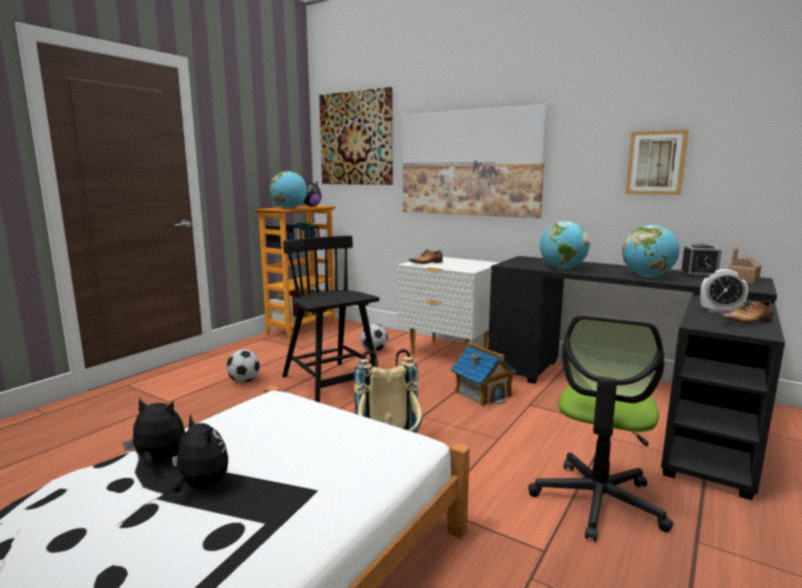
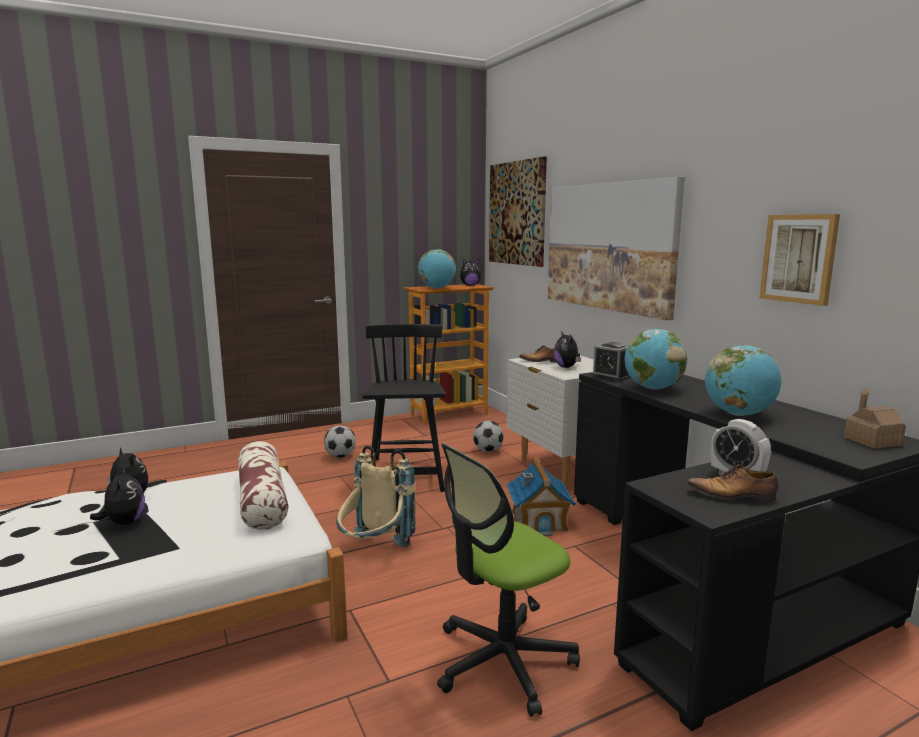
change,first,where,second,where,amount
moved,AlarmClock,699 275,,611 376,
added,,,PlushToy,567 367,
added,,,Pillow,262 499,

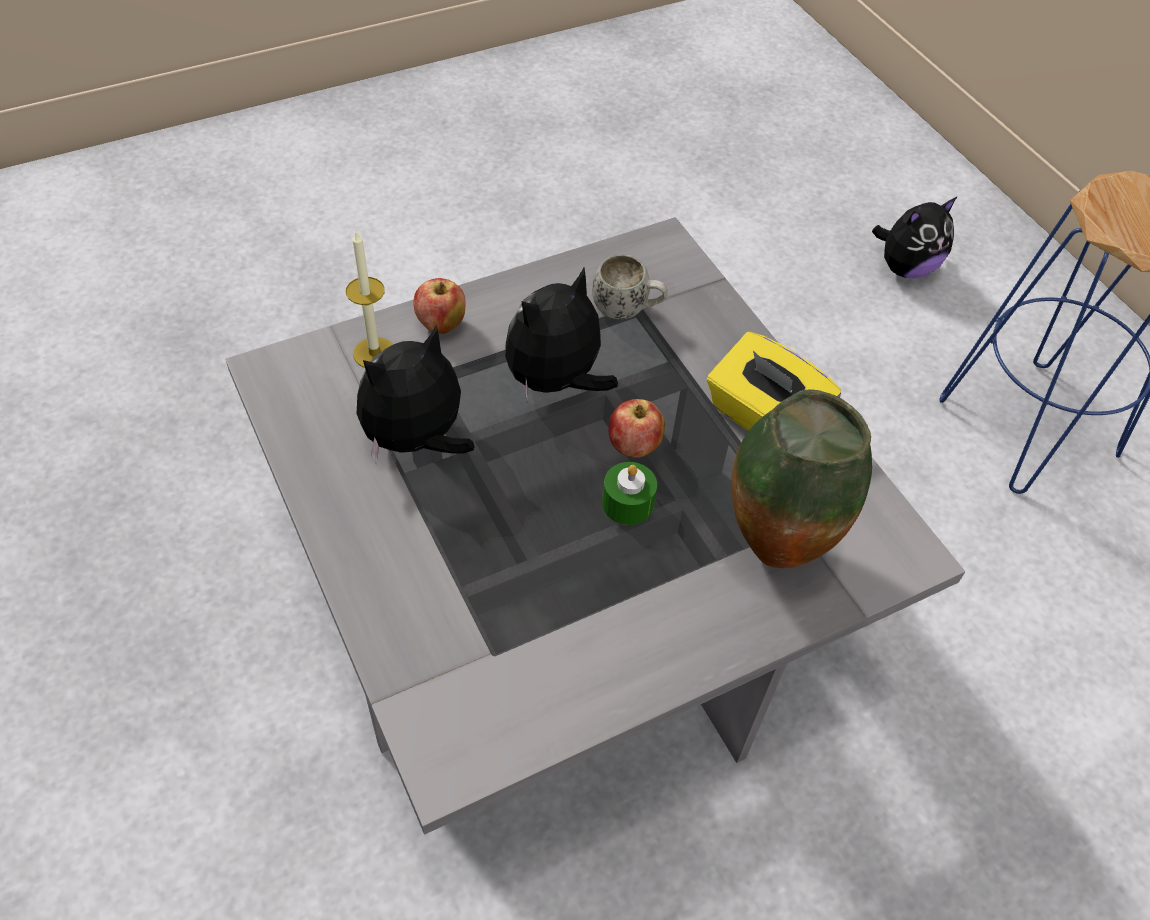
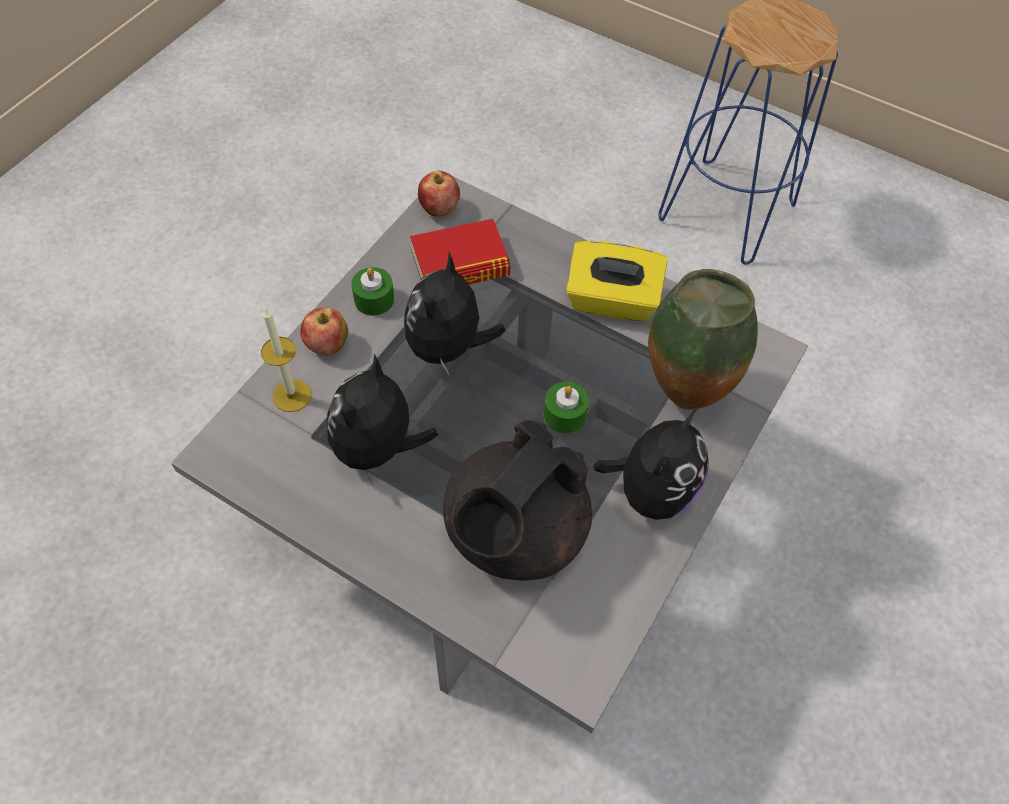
change,first,where,second,where,amount
moved,PlushToy,905 268,,651 490,
replaced,WhiteMug,627 310,Book,460 264,
moved,Apple,633 447,,439 209,
added,,,GreenCandle,374 299,
added,,,BlackTeapot,514 532,

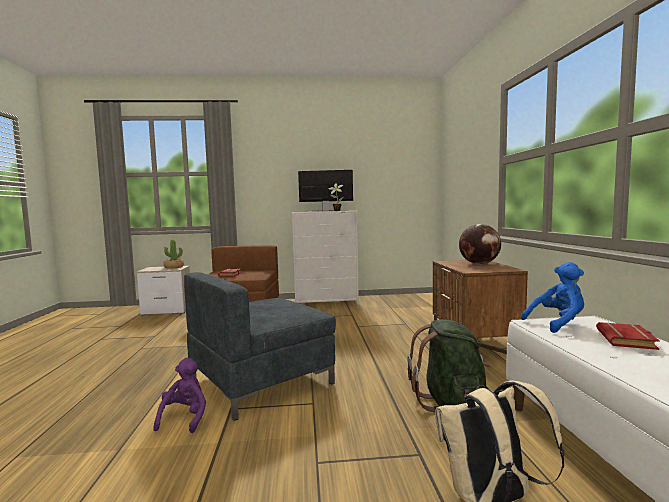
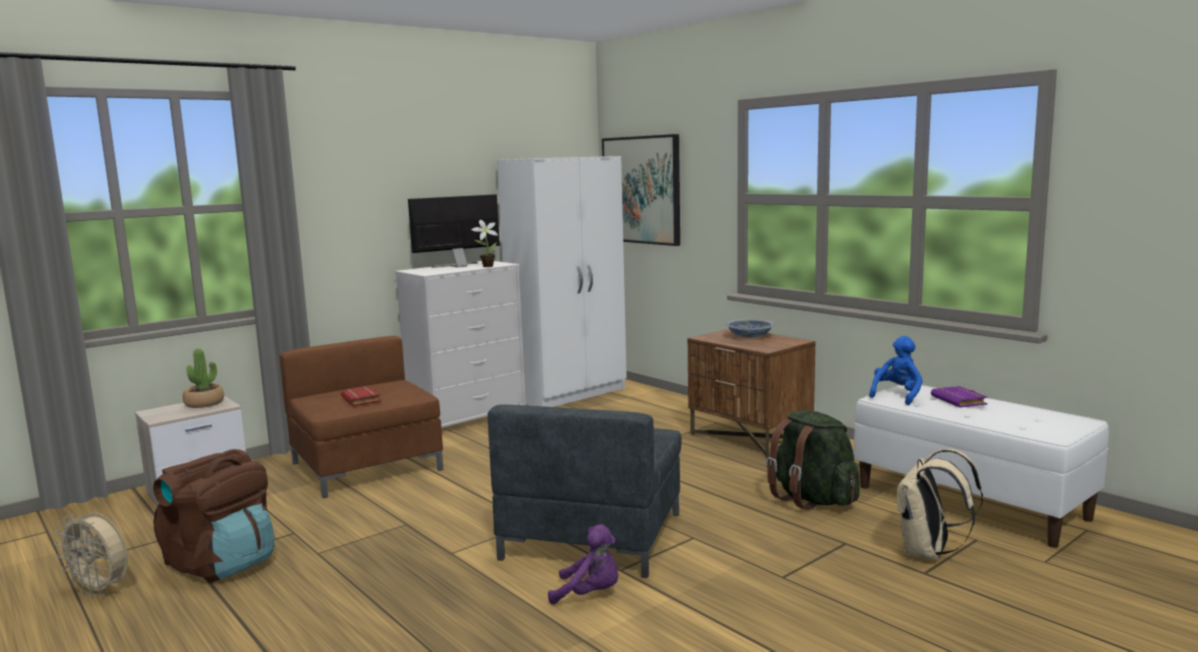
change,first,where,second,where,amount
replaced,Globe,479 264,Bowl,749 336,
recoloured,RedBook,628 340,PurpleBook,960 401,
turned,PurplePlushToy,185 418,,590 594,135 degrees clockwise
added,,,Picture,641 190,
added,,,WhiteWardrobe,570 393,
added,,,BrownBackpack,222 564,
added,,,BeigeFan,101 590,

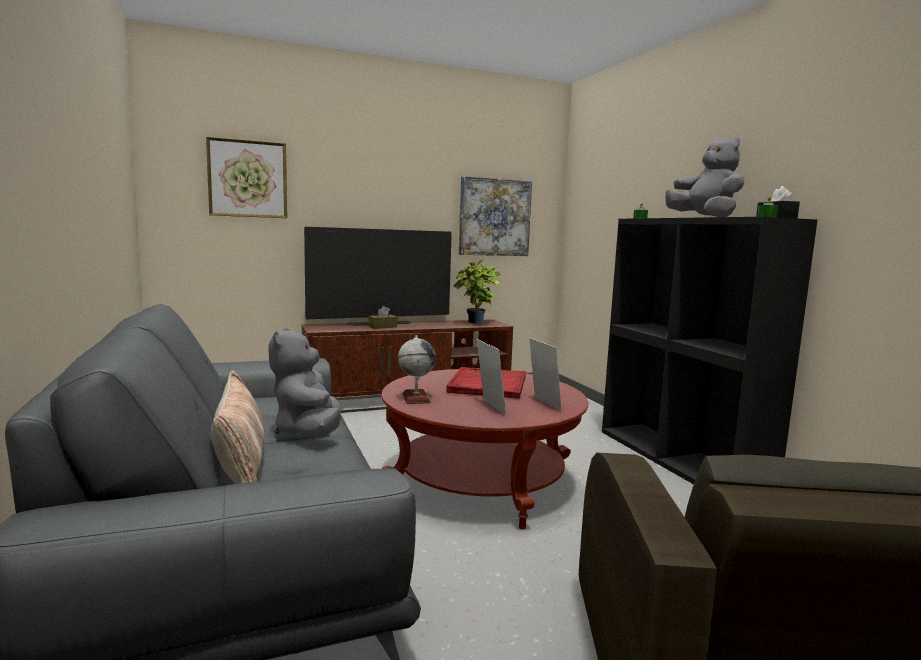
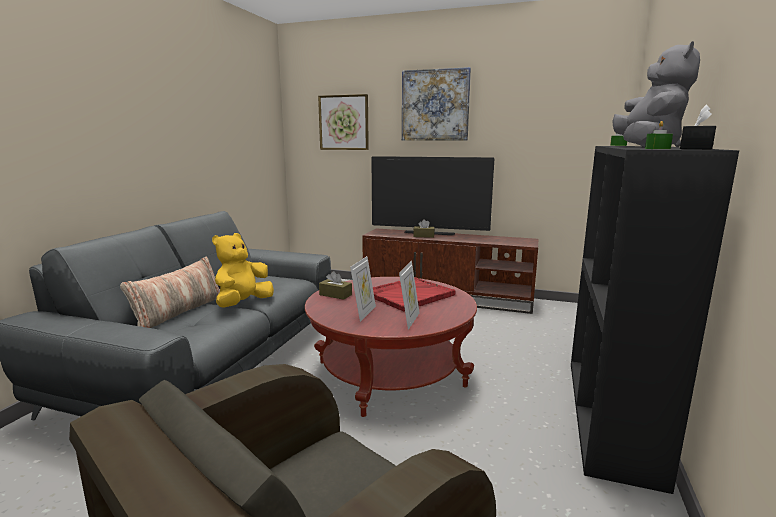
change,first,where,second,where,amount
moved,Picture,494 217,,435 105,
removed,PottedPlant,476 323,,,
recoloured,GreyPlushToy,309 432,YellowPlushToy,243 304,
replaced,Globe,416 398,BrownTissueBox,335 295,

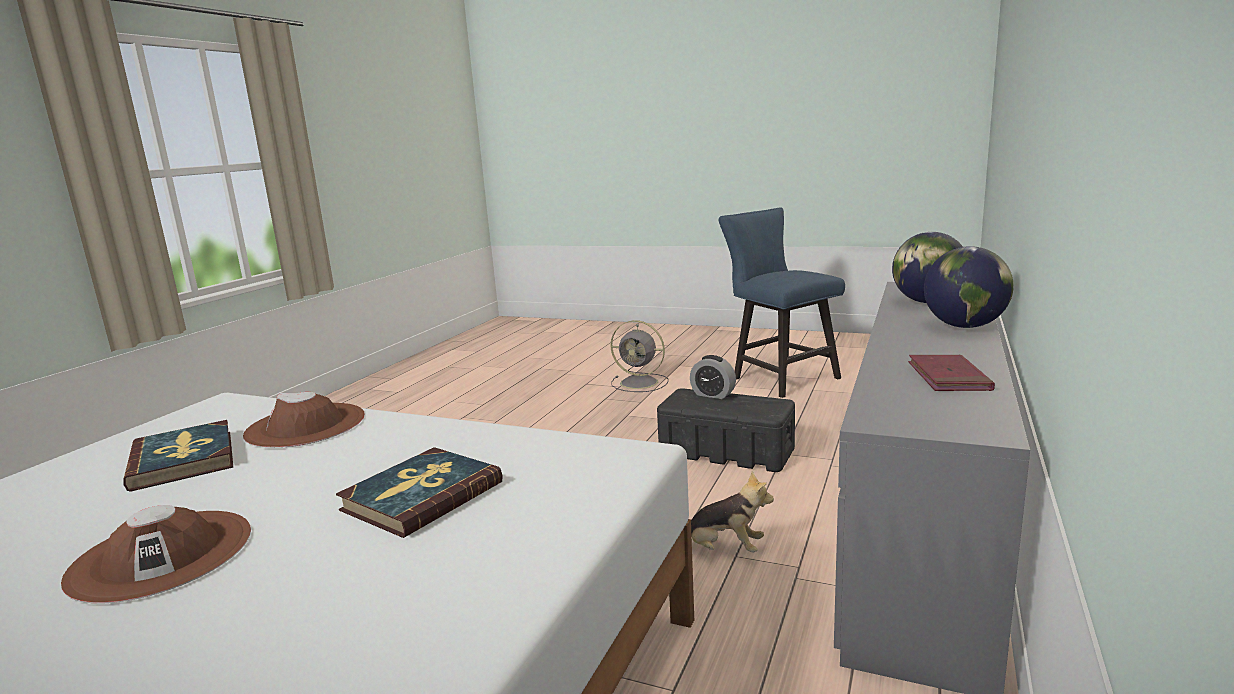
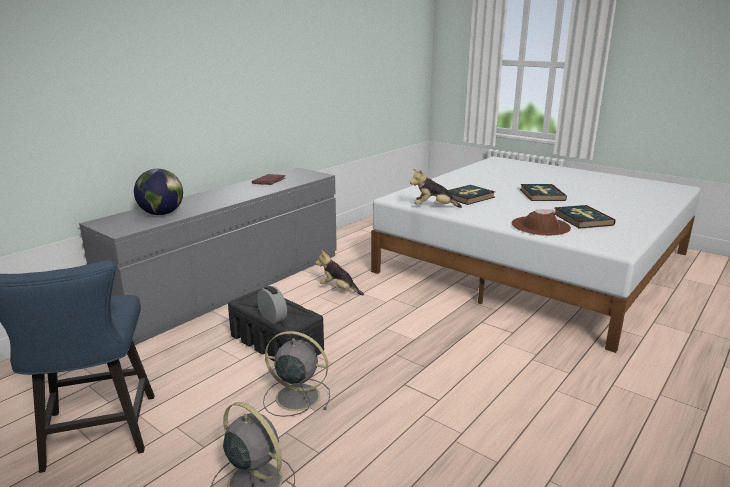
change,first,where,second,where,amount
removed,Globe,964 326,,,
replaced,BrownHat,162 555,Book,541 195,
added,,,PlushToy,433 207,
added,,,GreyFan,295 396,

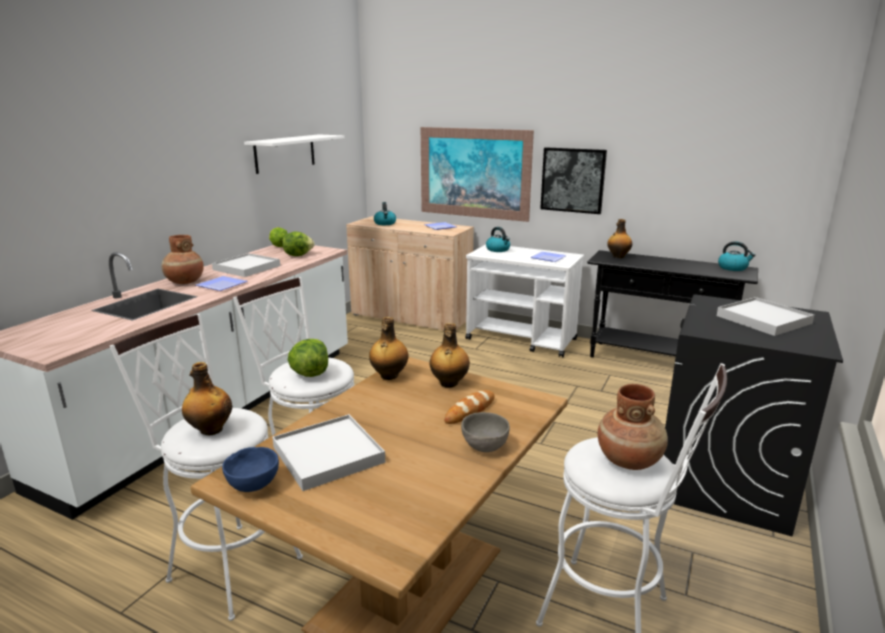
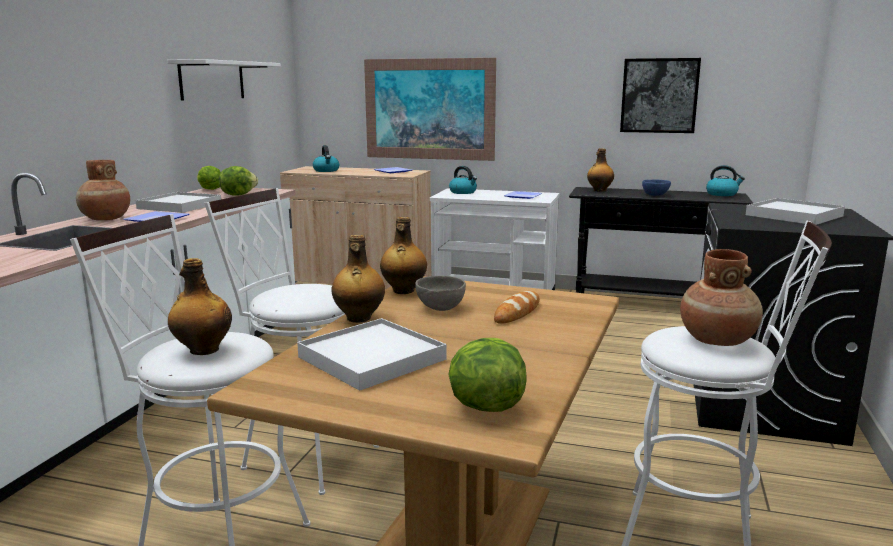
change,first,where,second,where,amount
moved,Picture,573 180,,659 95,
moved,Bottle,448 383,,358 319,
moved,Lettuce,310 374,,484 406,
moved,GreyBowl,484 447,,440 308,
moved,BlueBowl,254 485,,655 195,

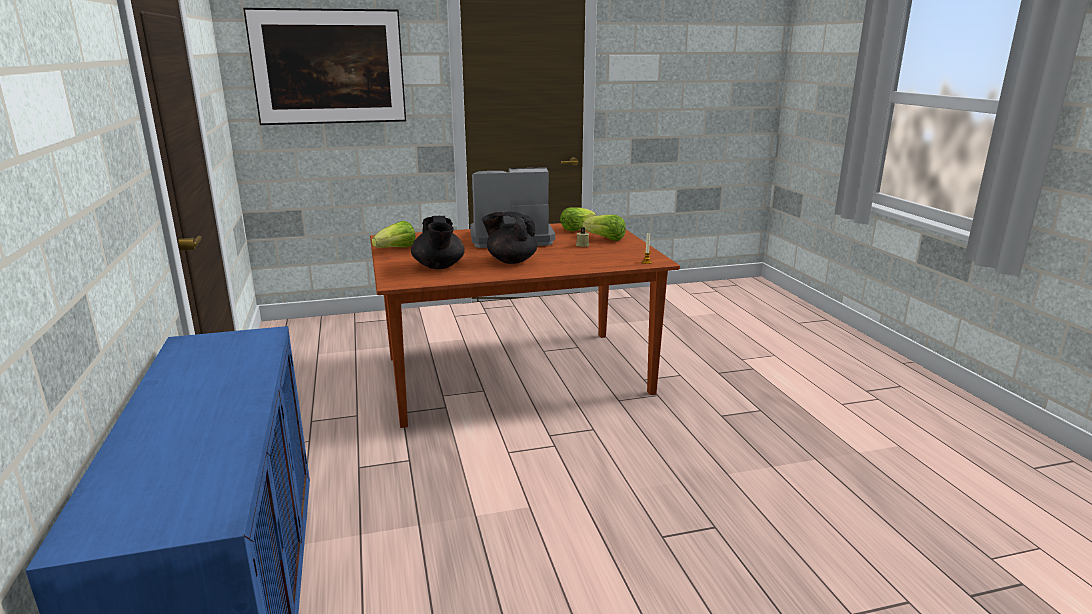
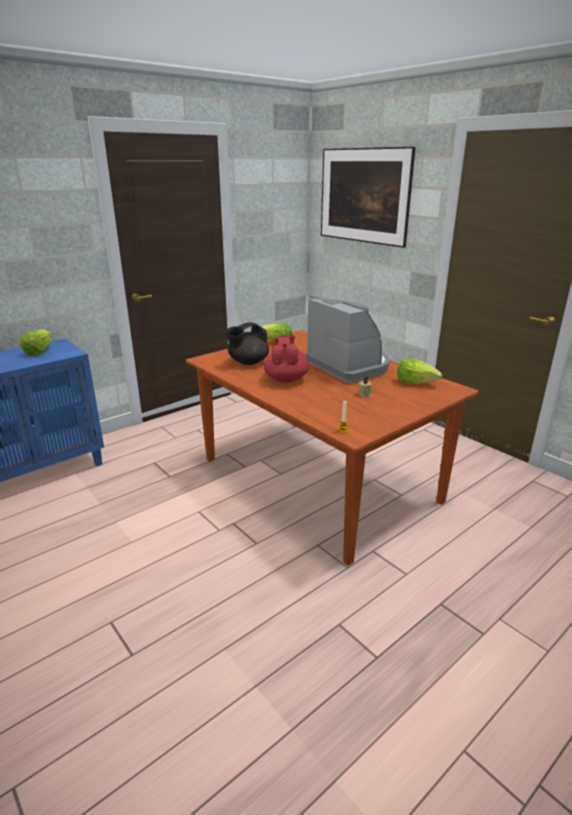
change,first,where,second,where,amount
recoloured,BlackTeapot,511 261,RedTeapot,286 379,
moved,Lettuce,605 239,,39 351,

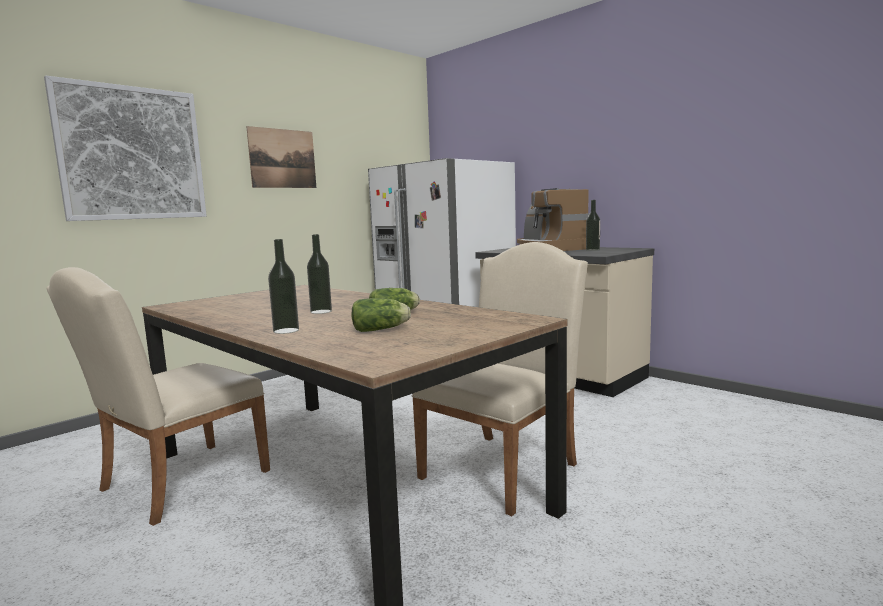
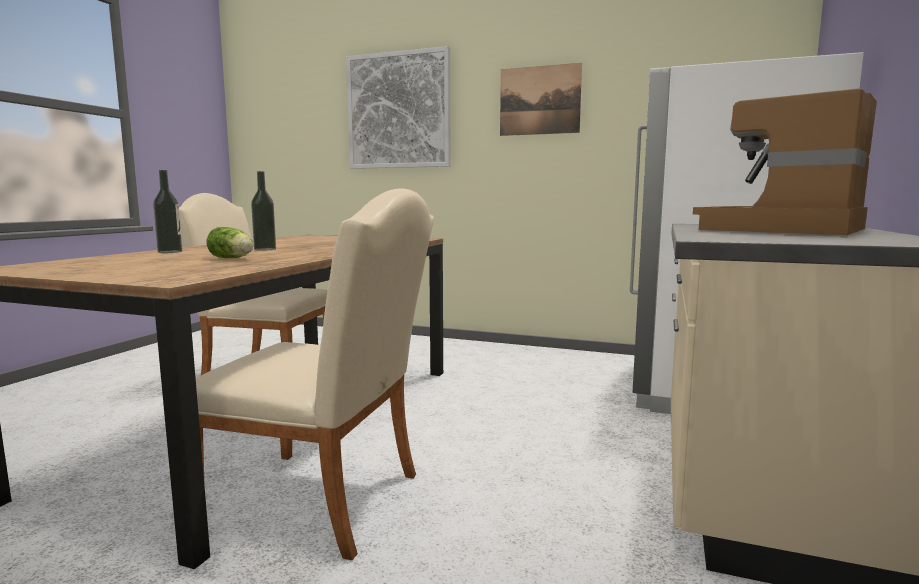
change,first,where,second,where,amount
removed,Bottle,592 250,,,
removed,Lettuce,382 329,,,

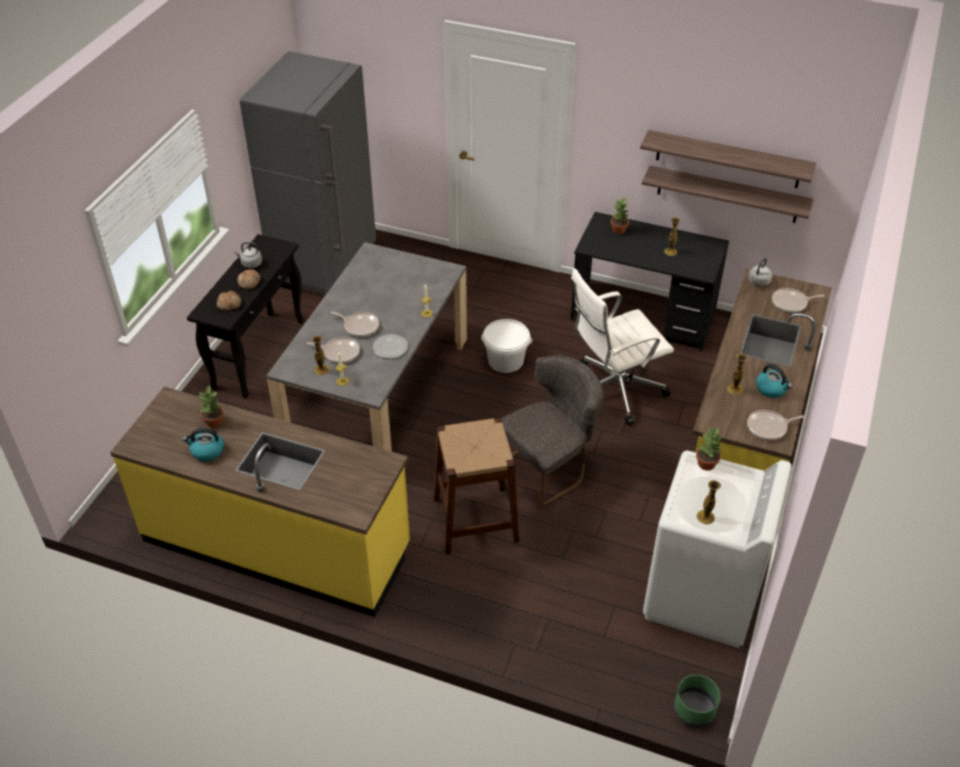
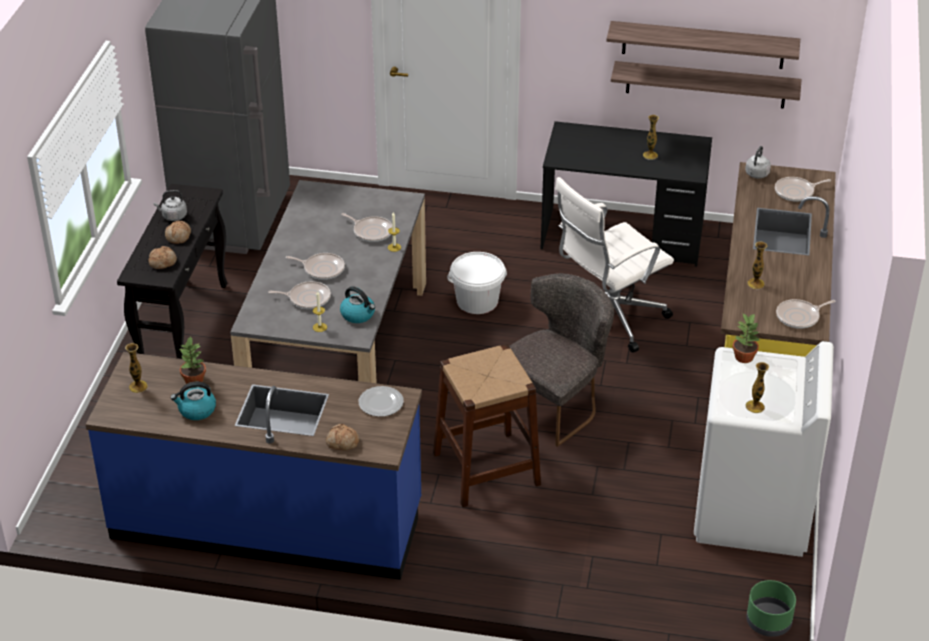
change,first,where,second,where,amount
removed,PottedPlant,619 230,,,
moved,Plate,390 348,,381 403,
moved,Vase,321 370,,138 386,
moved,Kettle,771 389,,358 315,
recoloured,YellowCounter,277 543,BlueCounter,267 521,
added,,,FryingPan,371 231,
added,,,Bread,342 442,

